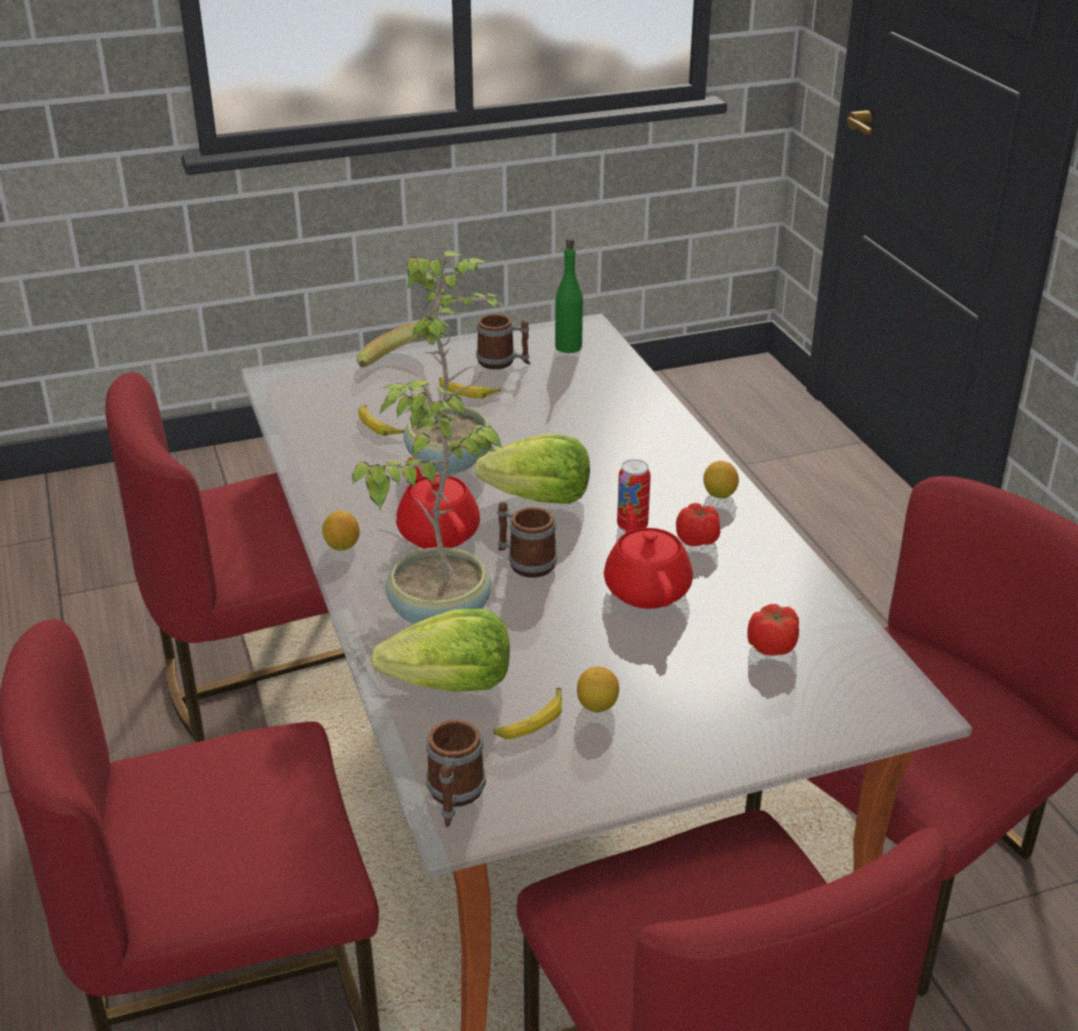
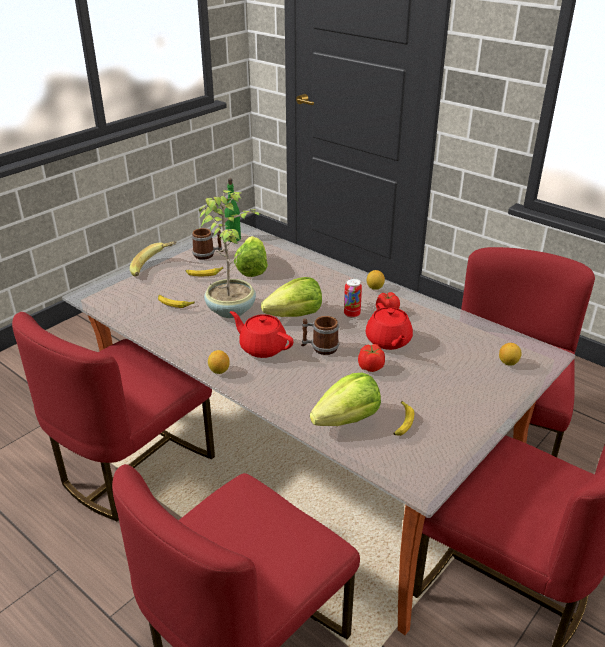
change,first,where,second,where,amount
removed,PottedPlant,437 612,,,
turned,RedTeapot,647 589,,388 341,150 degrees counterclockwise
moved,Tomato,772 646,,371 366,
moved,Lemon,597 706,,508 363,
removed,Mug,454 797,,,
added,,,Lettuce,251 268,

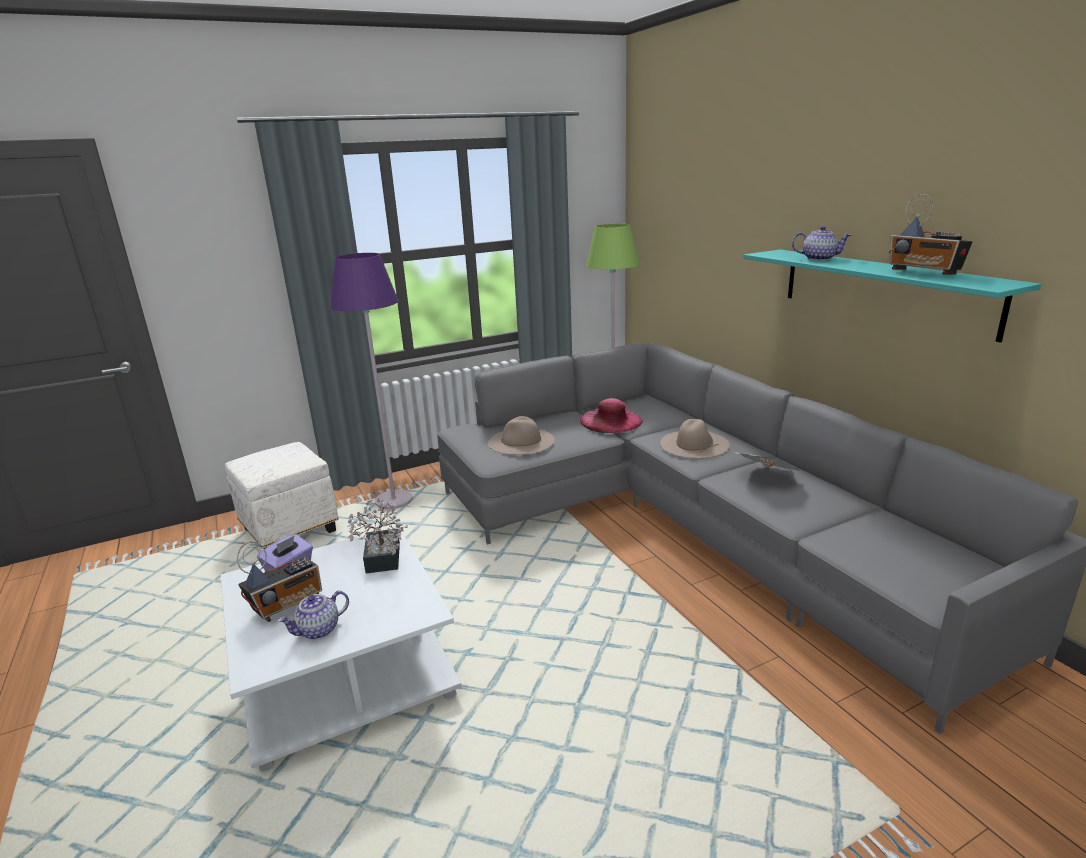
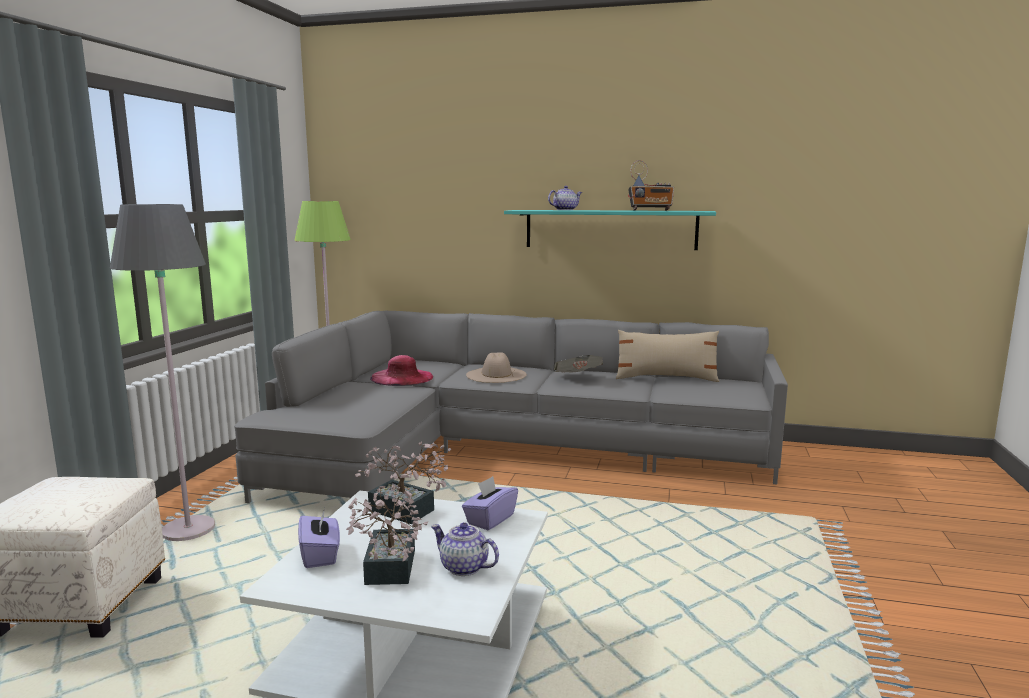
change,first,where,second,where,amount
recoloured,PurpleFloorLamp,394 501,GreyFloorLamp,188 530,
removed,BeigeHat,521 441,,,
replaced,Radio,288 604,PottedPlant,388 571,
turned,Teapot,318 630,,463 567,120 degrees clockwise
added,,,BeigePillow,666 378,
added,,,PurpleTissueBox,490 519,

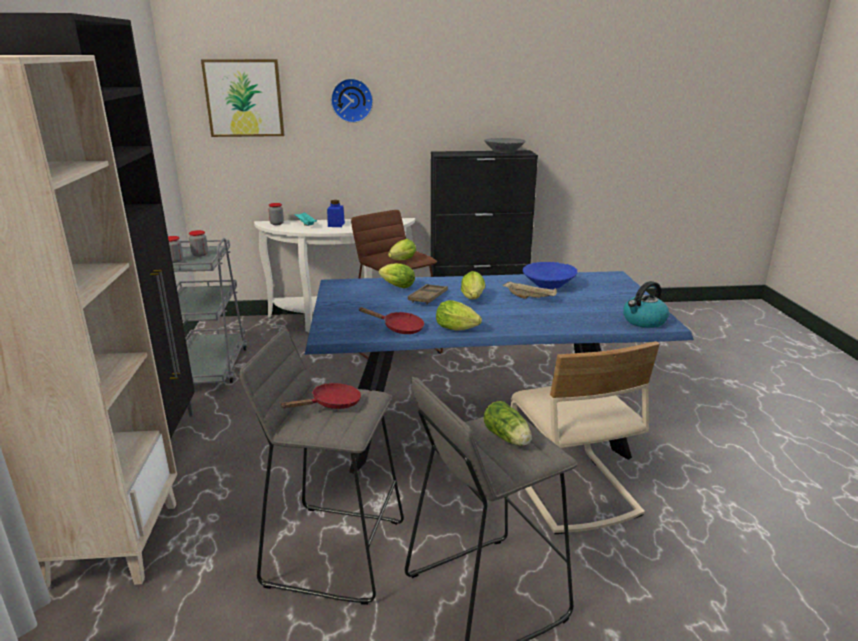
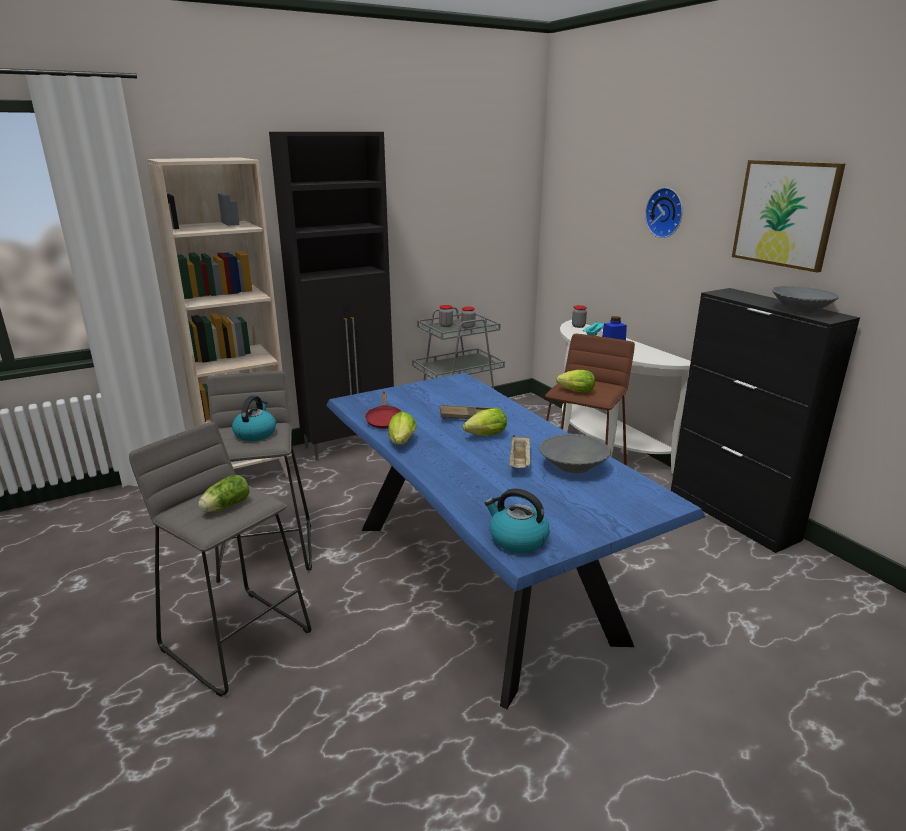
change,first,where,second,where,amount
moved,Picture,244 98,,785 214,
recoloured,BlueBowl,548 285,GreyBowl,573 466,
removed,Lettuce,395 286,,,
removed,BeigeChair,571 489,,,
replaced,RedFryingPan,332 404,Kettle,255 433,

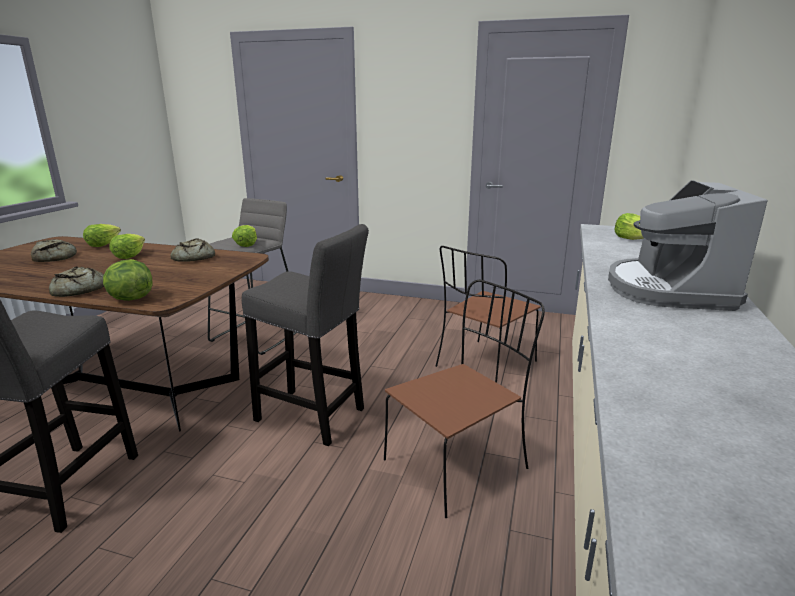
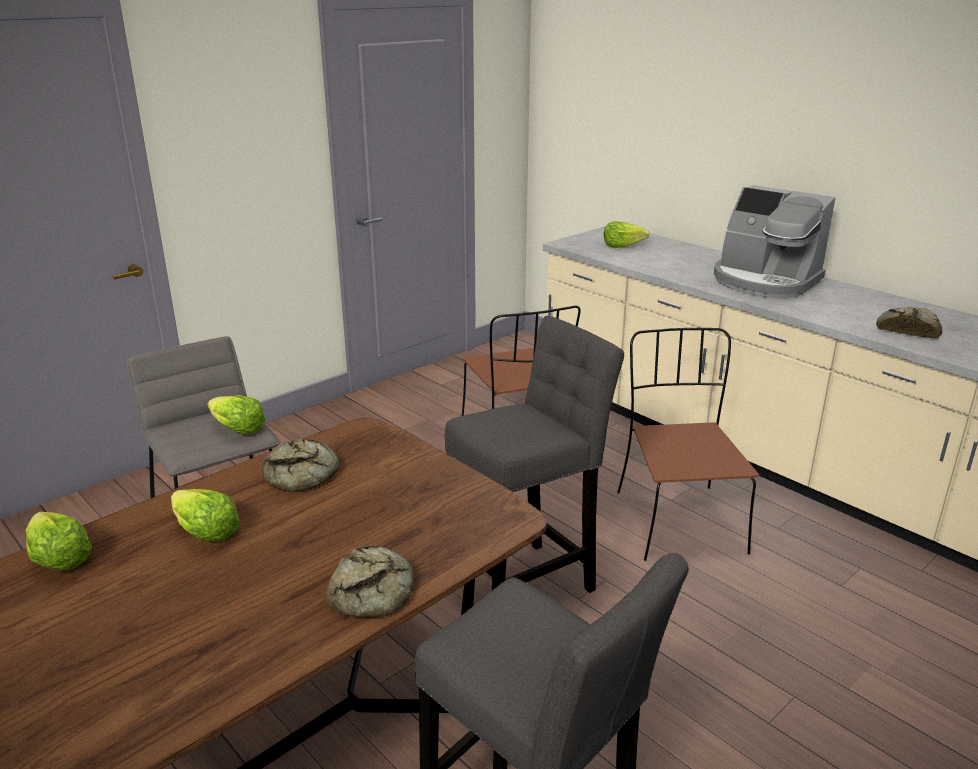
change,first,where,second,where,amount
moved,Bread,57 256,,907 330,
removed,Lettuce,130 299,,,

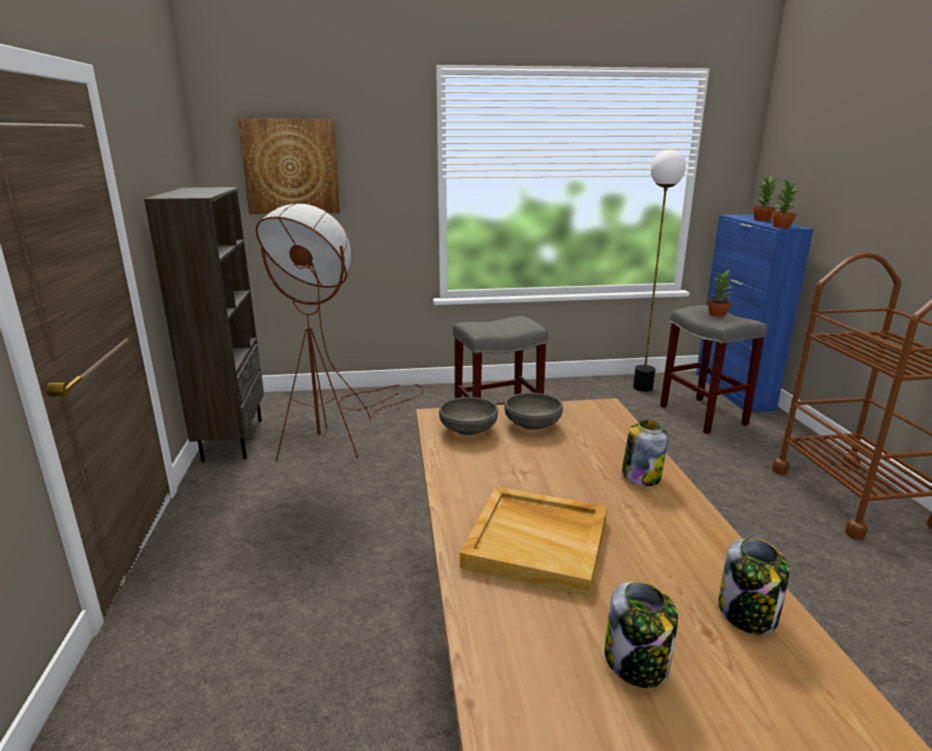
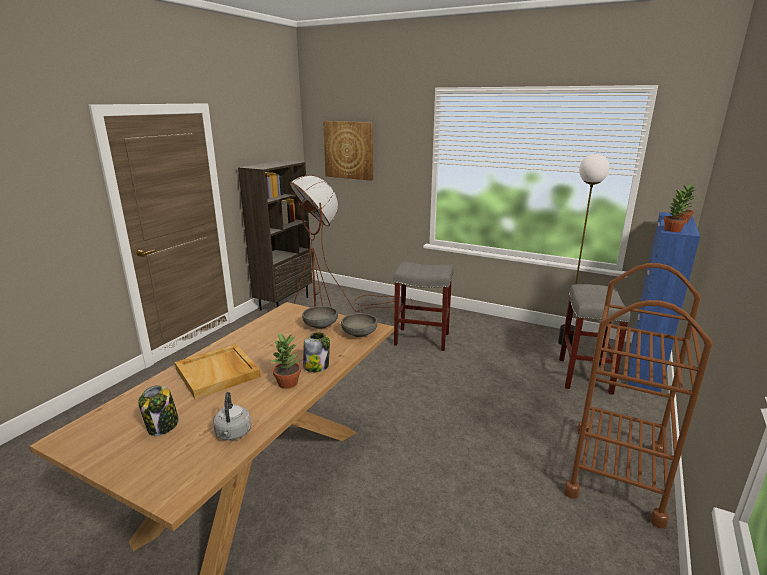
change,first,where,second,where,amount
moved,PottedPlant,718 314,,288 383,
moved,GreyBowl,468 430,,359 333,
replaced,Jar,748 614,GreyKettle,233 434,

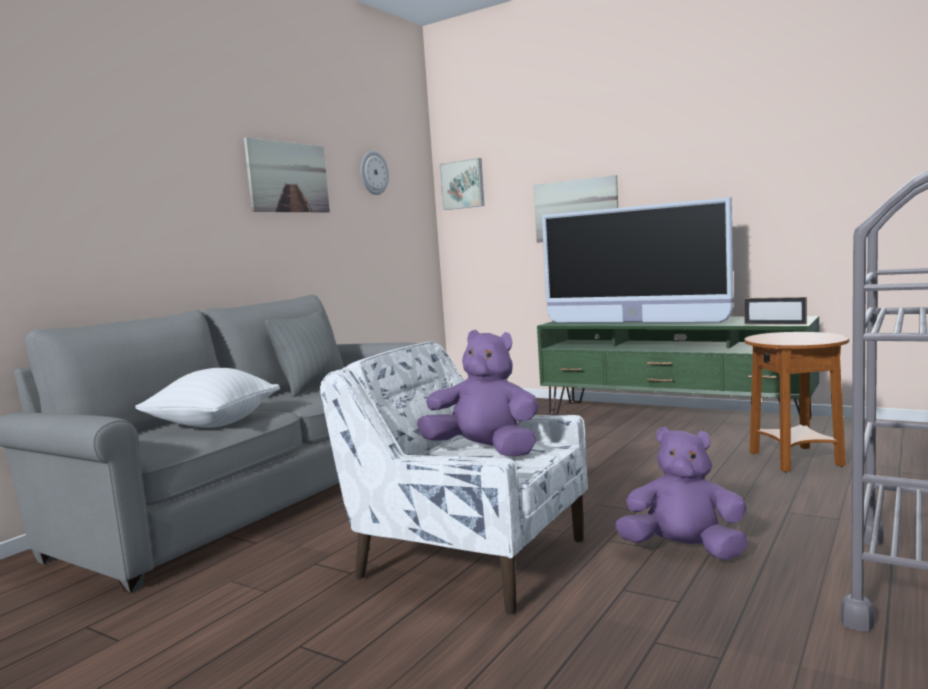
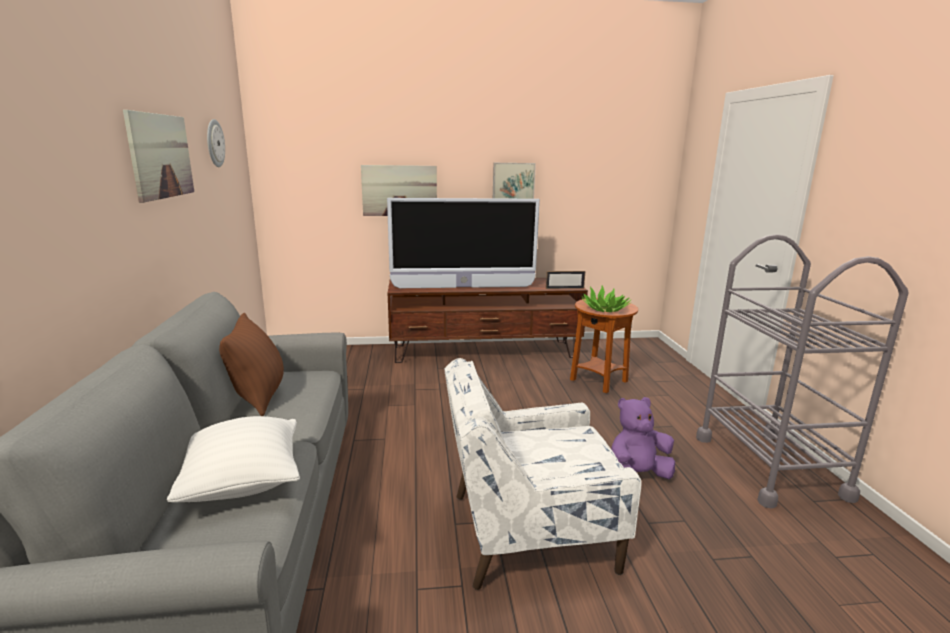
change,first,where,second,where,amount
moved,Picture,463 184,,513 184,
recoloured,GreyPillow,313 388,BrownPillow,258 397,
recoloured,GreenTvStand,673 416,BrownTvStand,485 351,
removed,PurplePlushToy,484 451,,,
added,,,PottedPlant,605 309,

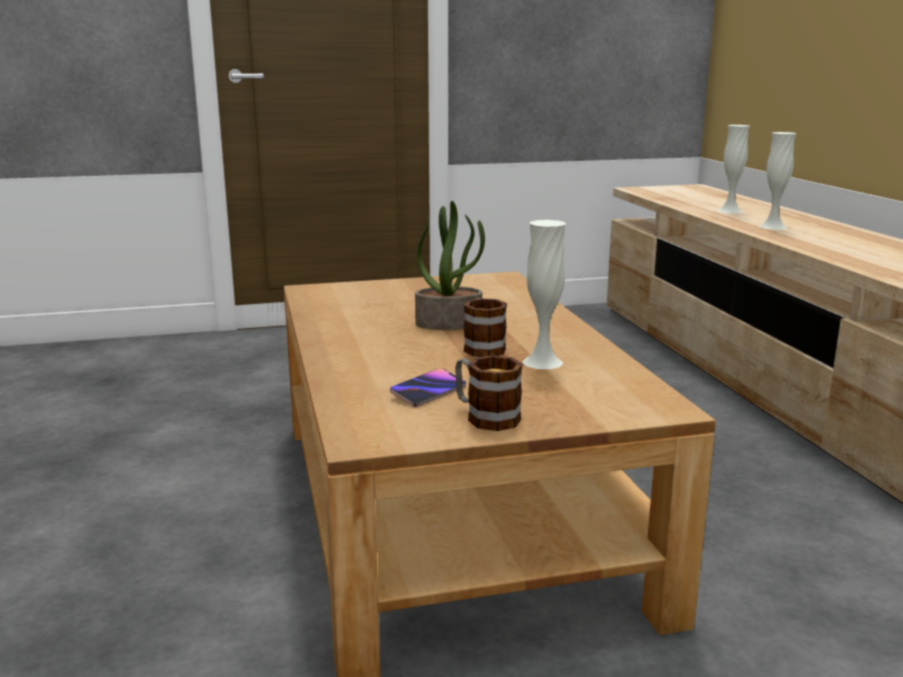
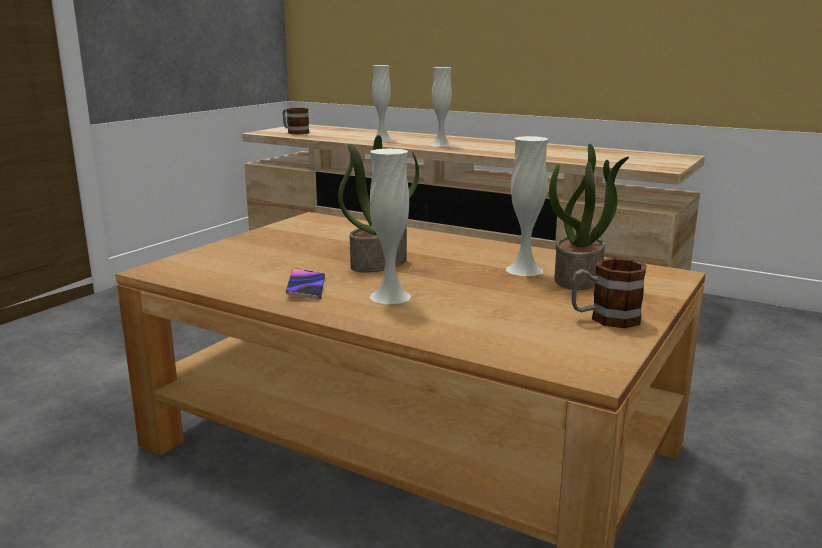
change,first,where,second,where,amount
moved,Mug,483 347,,295 132,
moved,Phone,428 391,,306 288,
added,,,PottedPlant,579 279,
added,,,WhiteVase,390 296,

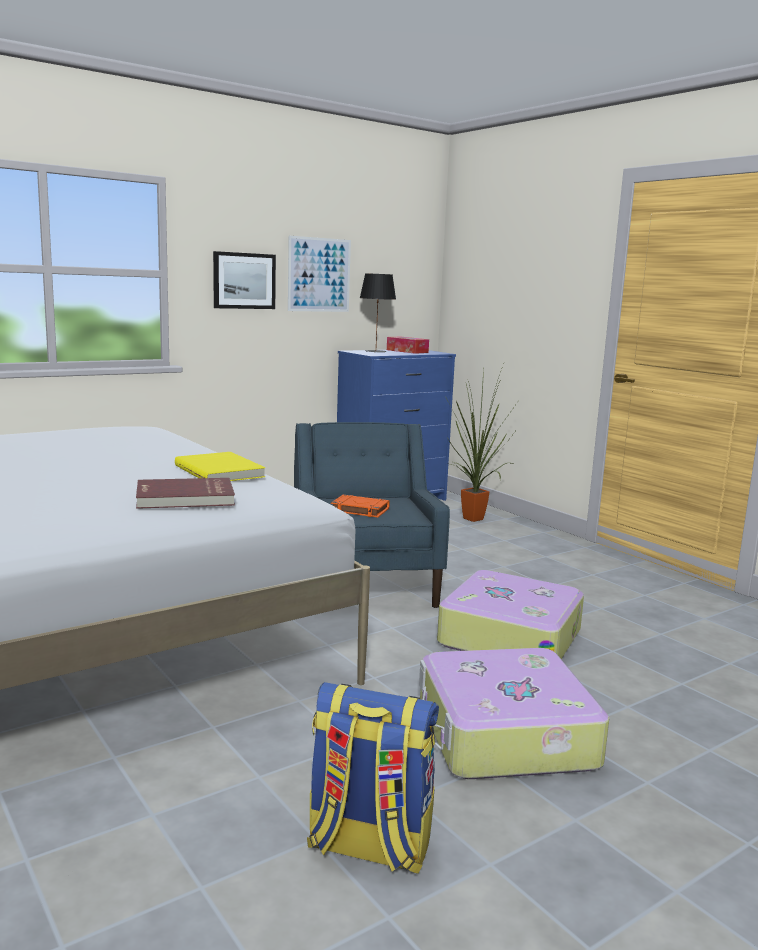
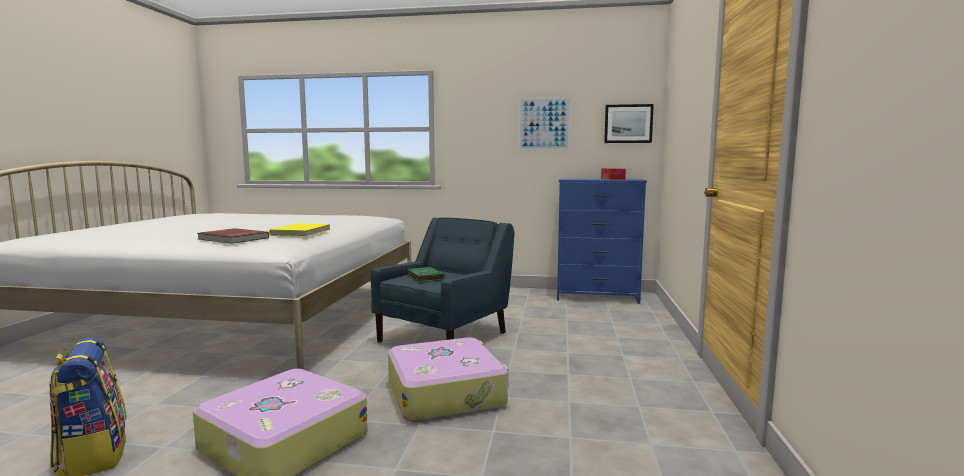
change,first,where,second,where,amount
moved,Picture,244 281,,628 123,
removed,BlackTableLamp,375 351,,,
removed,PottedPlant,475 520,,,
recoloured,OrangeBook,359 510,GreenBook,424 277,

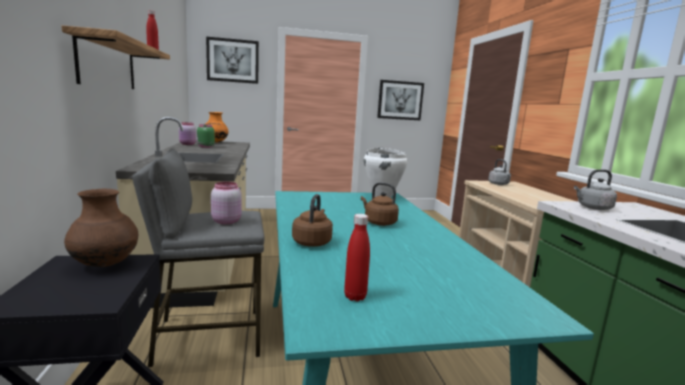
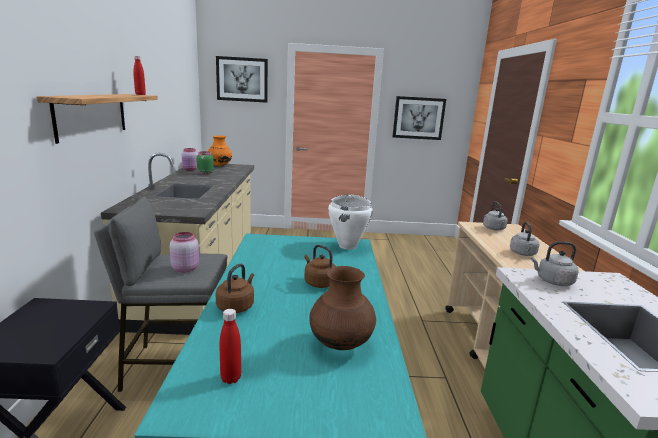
change,first,where,second,where,amount
moved,BrownVase,105 264,,341 344,
added,,,GreyKettle,523 254,

